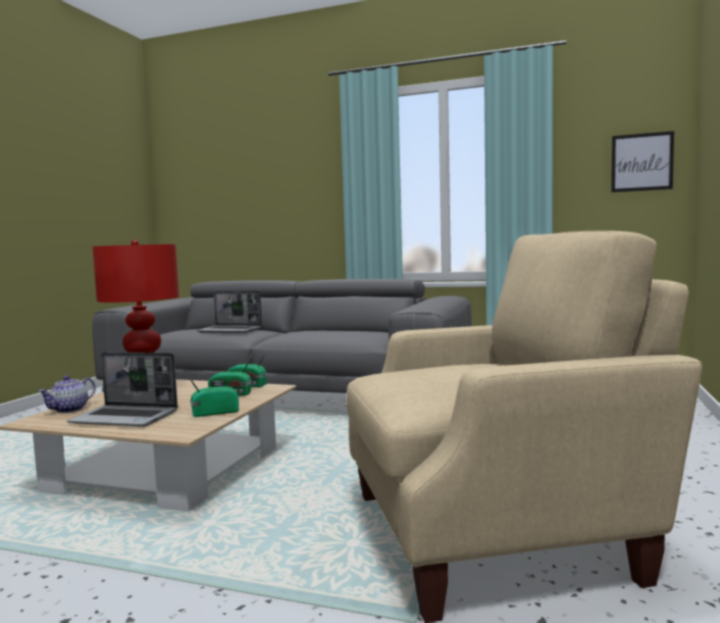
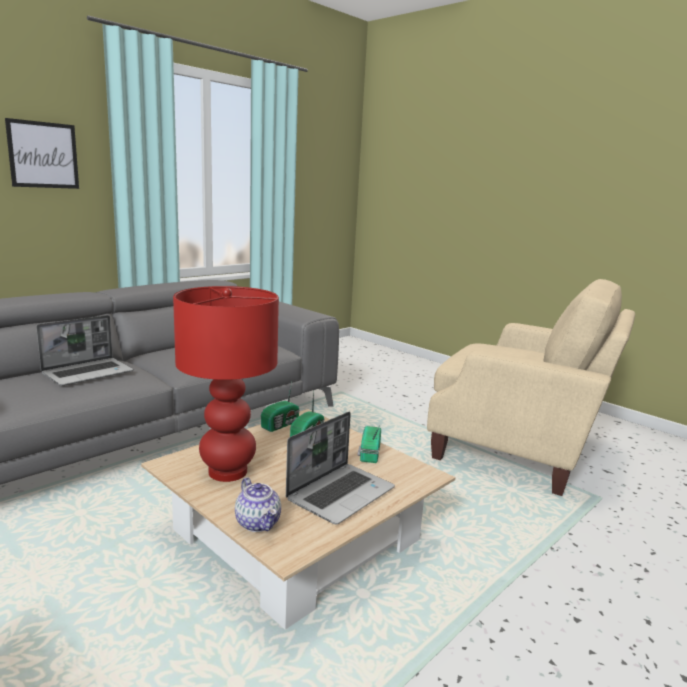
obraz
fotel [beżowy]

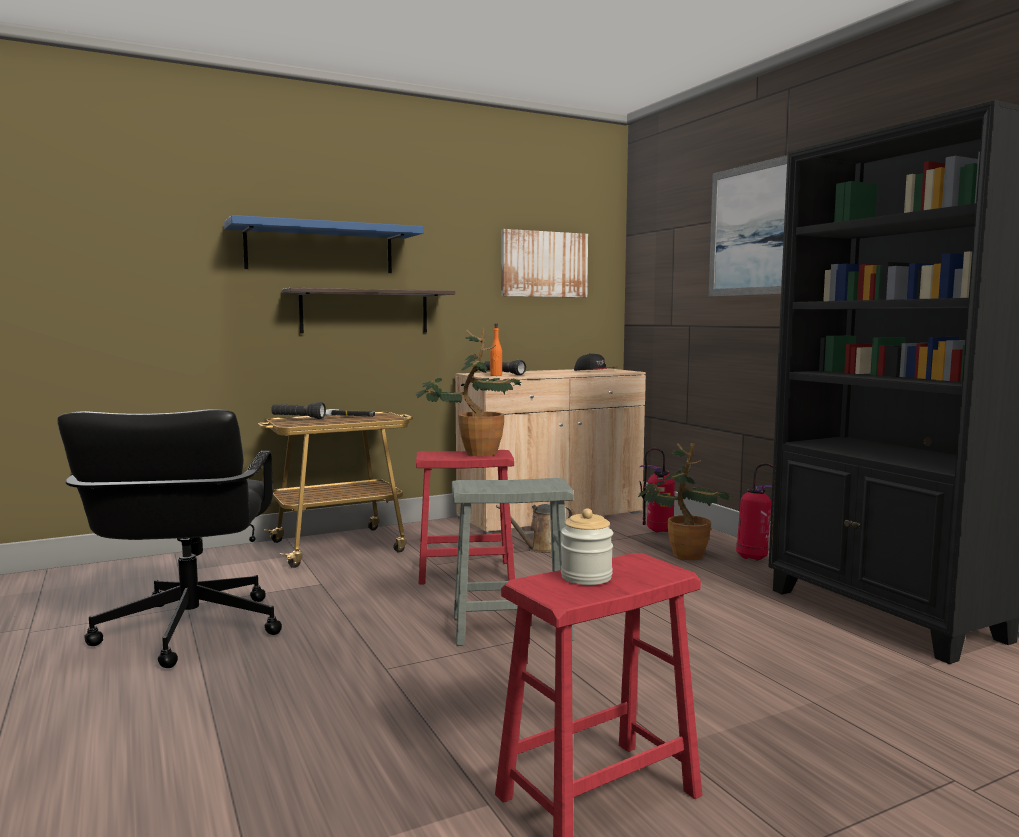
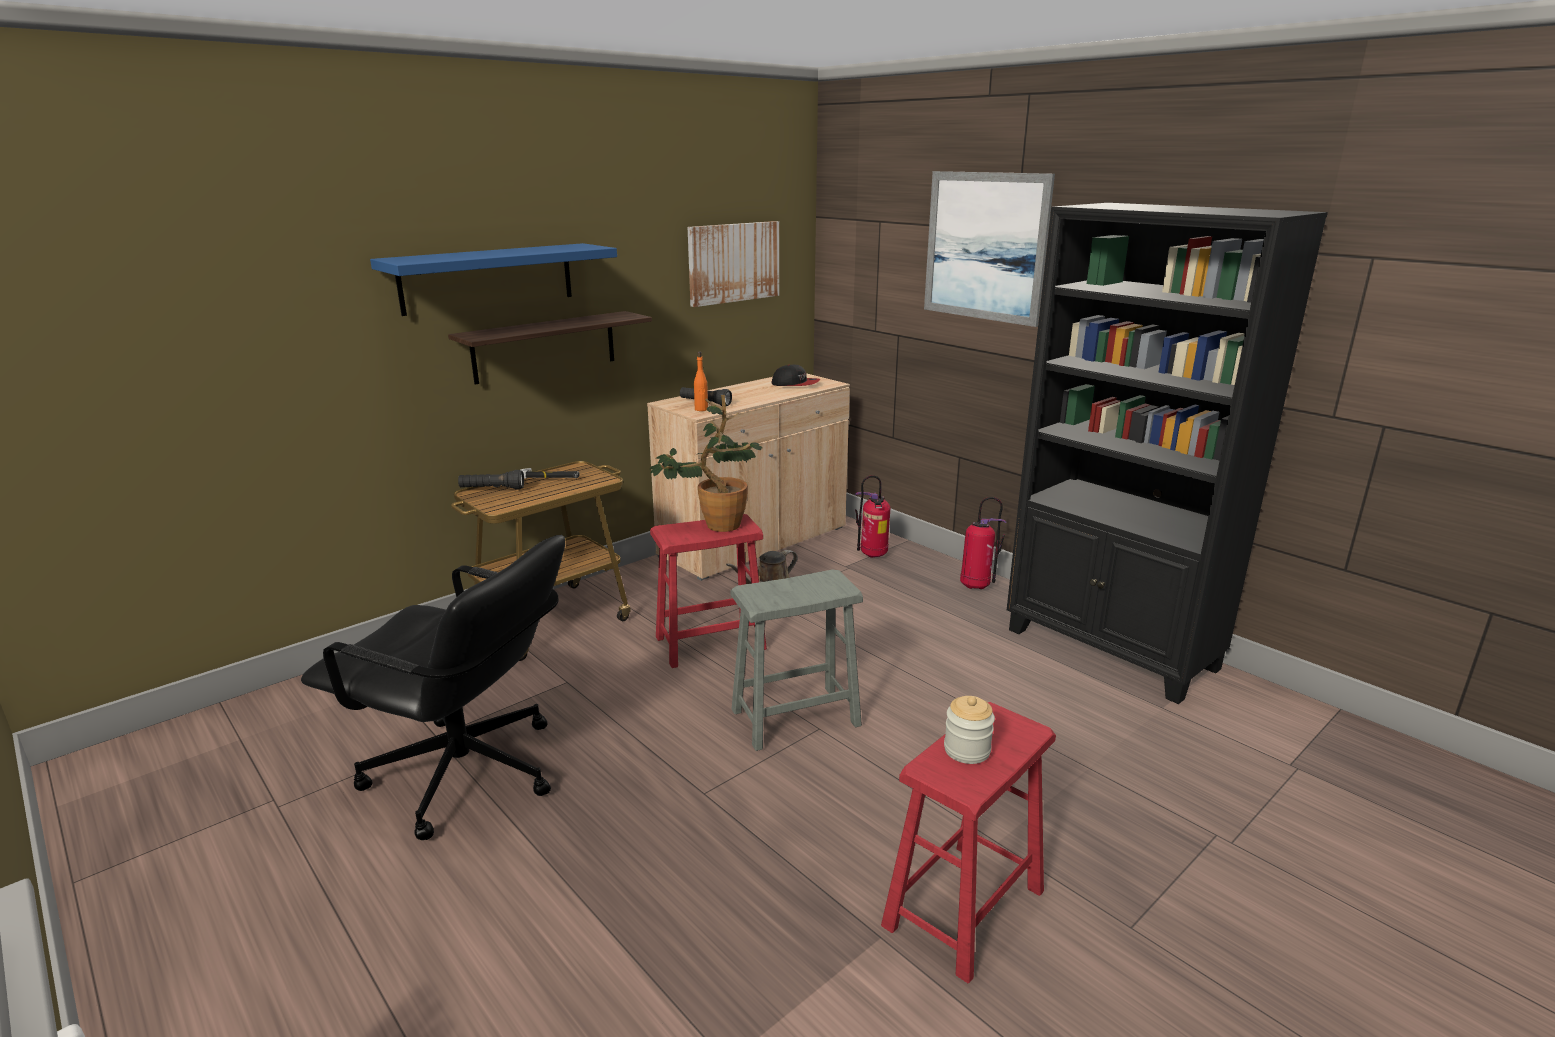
krzesło biurowe [czarny]
roślina doniczkowa (2nd from left in the first image)

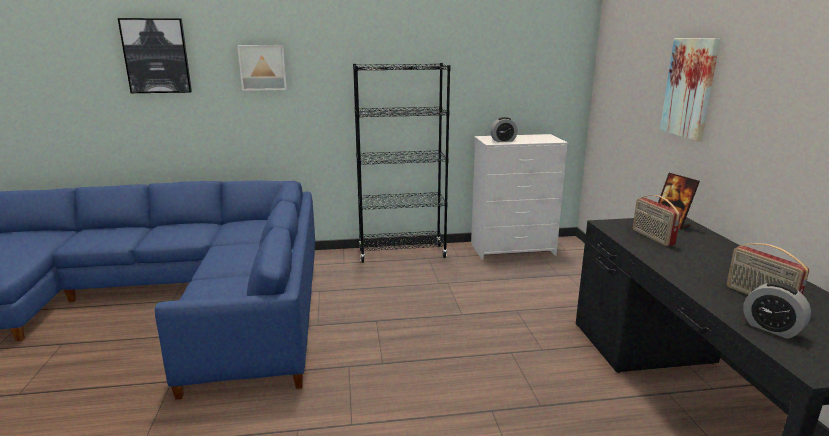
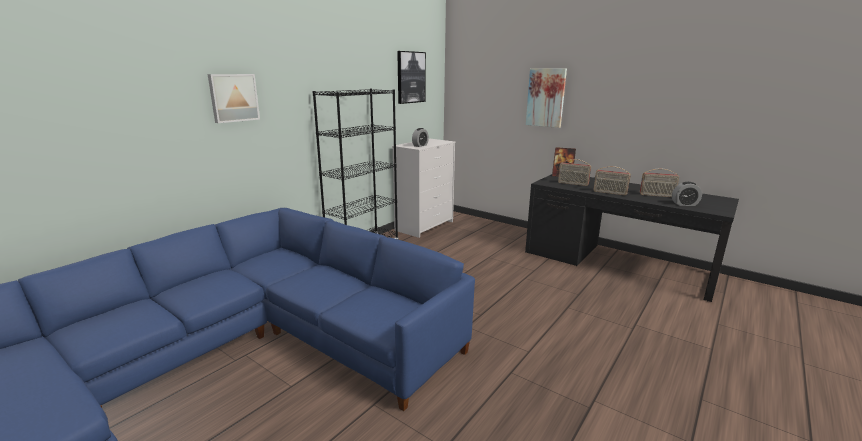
obraz (2nd from left)
radio (2nd from left)

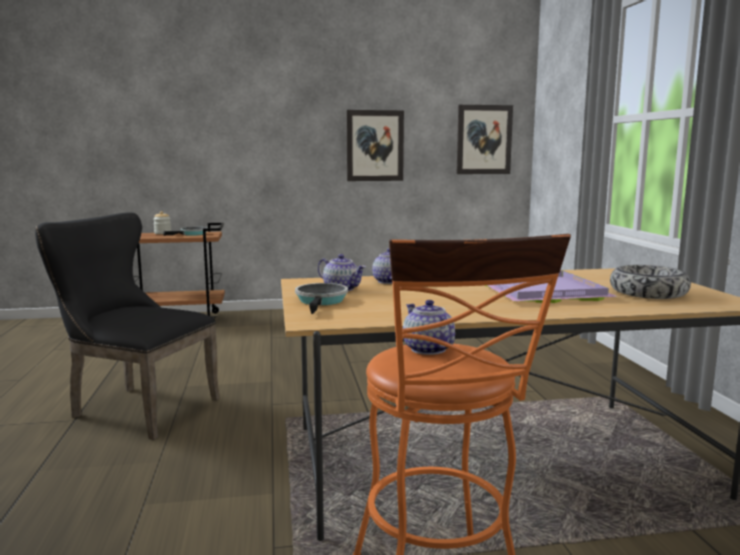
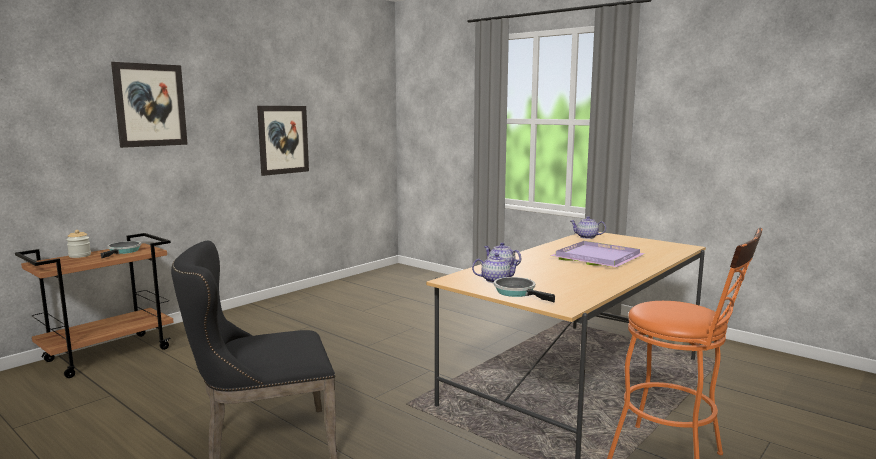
obraz (1st from left)
imbryk (3rd from left)
miska

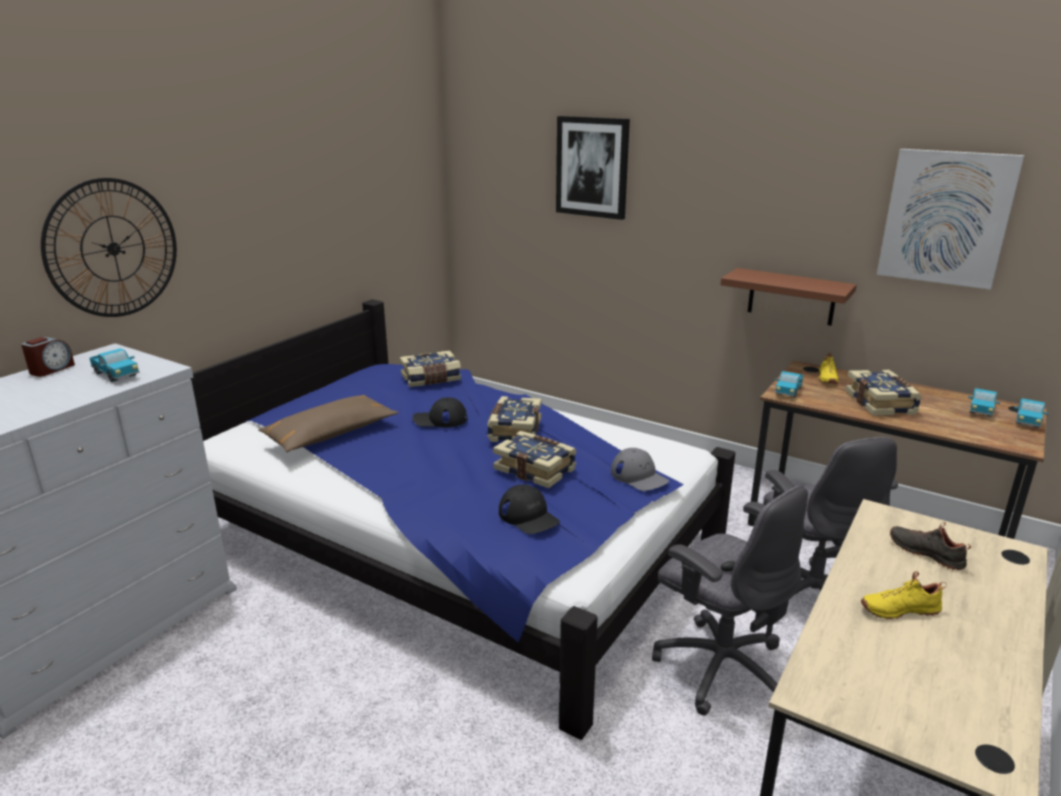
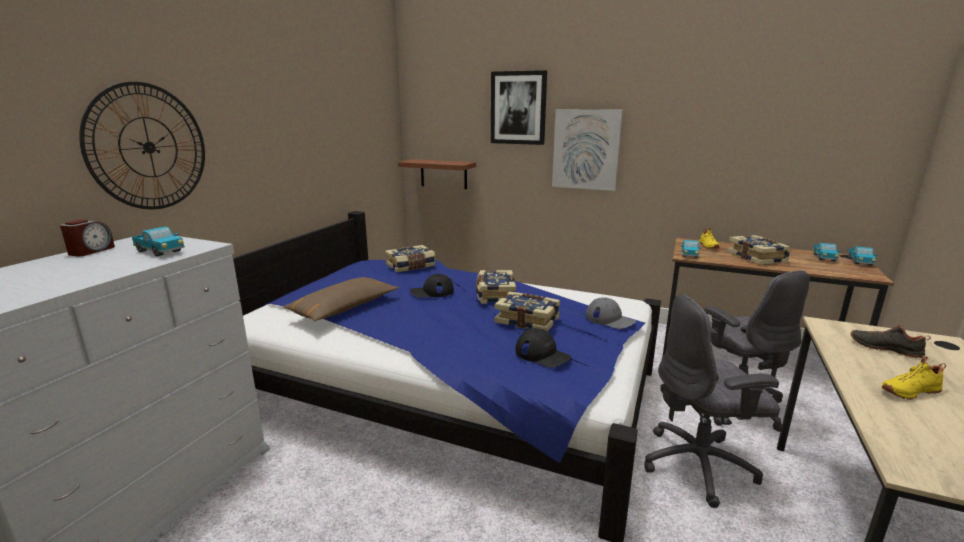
półka [brązowy]
obraz (2nd from left)
krzesło biurowe [szary] (1st from left)

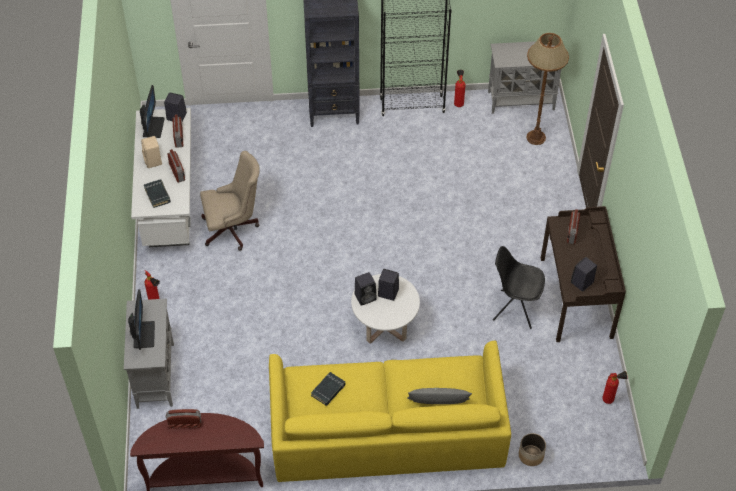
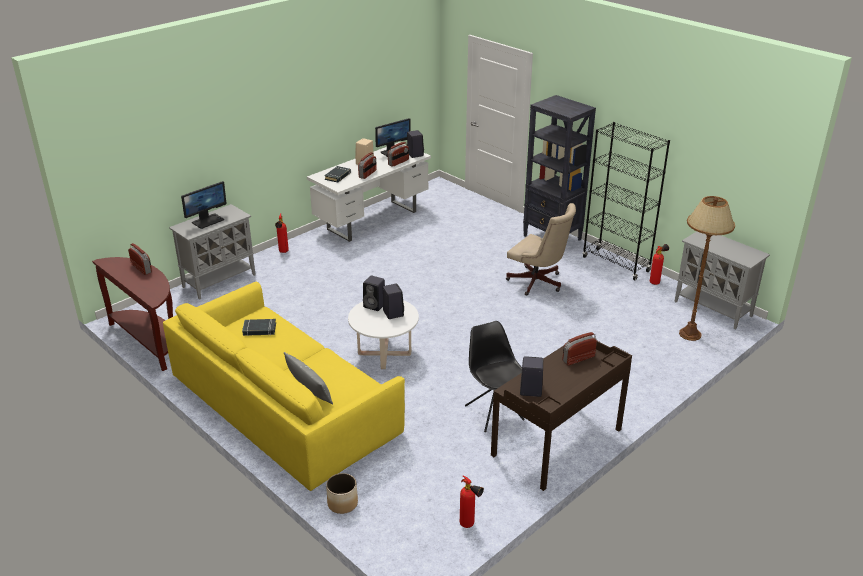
krzesło biurowe [beżowy]

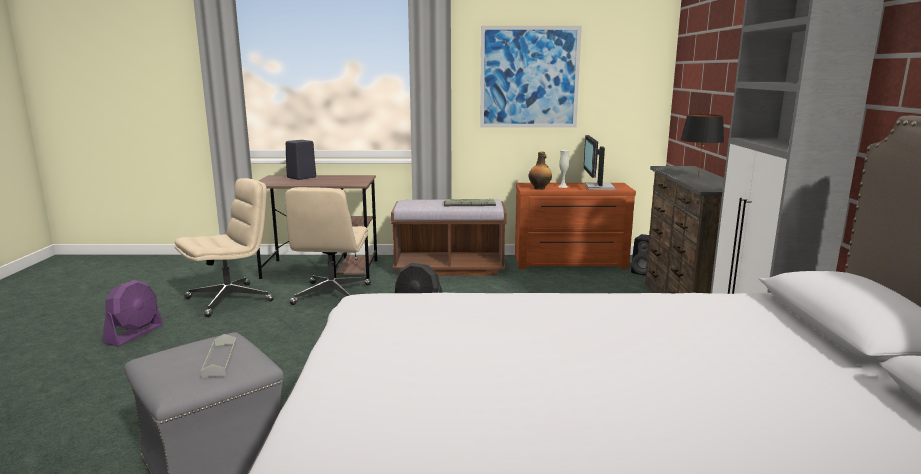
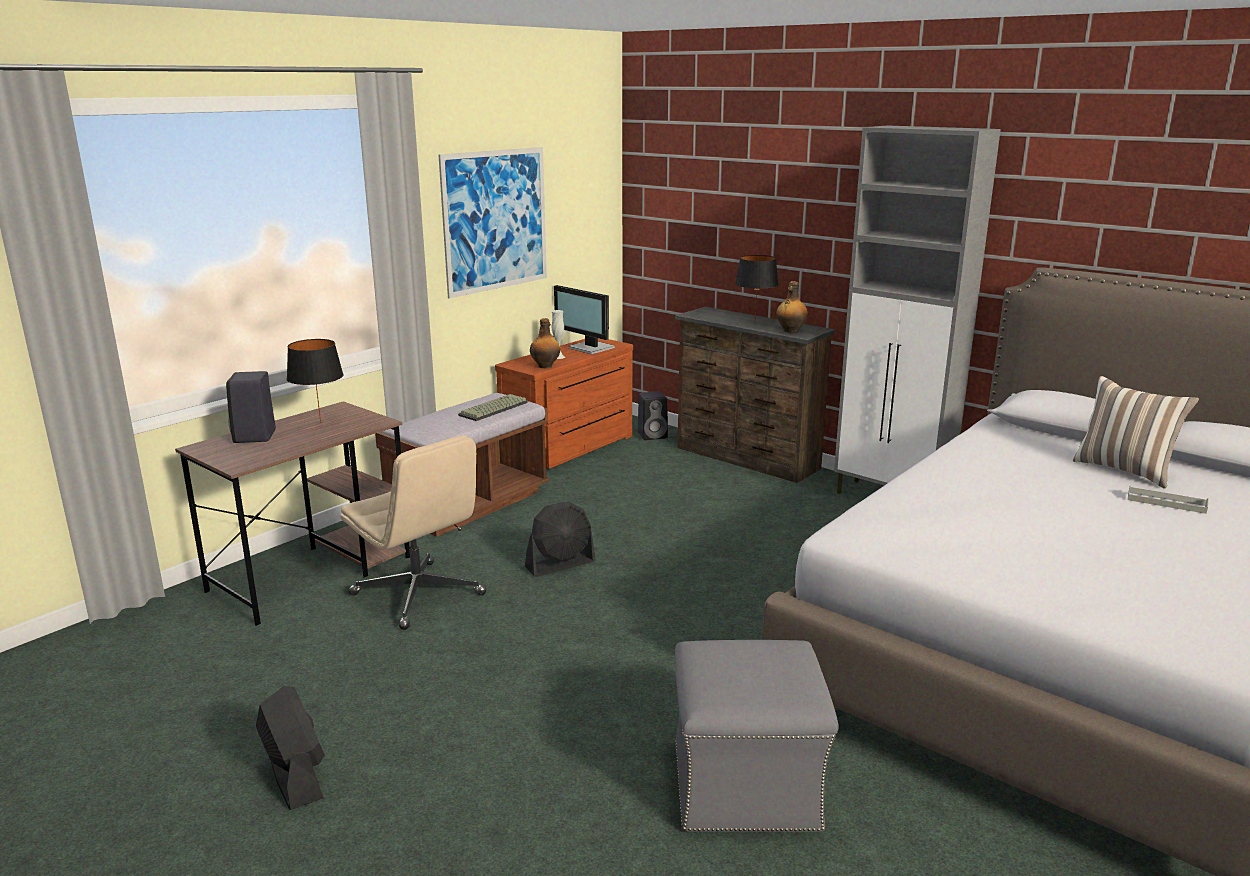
wentylator [czarny] (1st from left)
lampa stołowa [czarny] (1st from left)
butelka (2nd from left)
poduszka
taca [szary]
krzesło biurowe [beżowy] (1st from left in the first image)

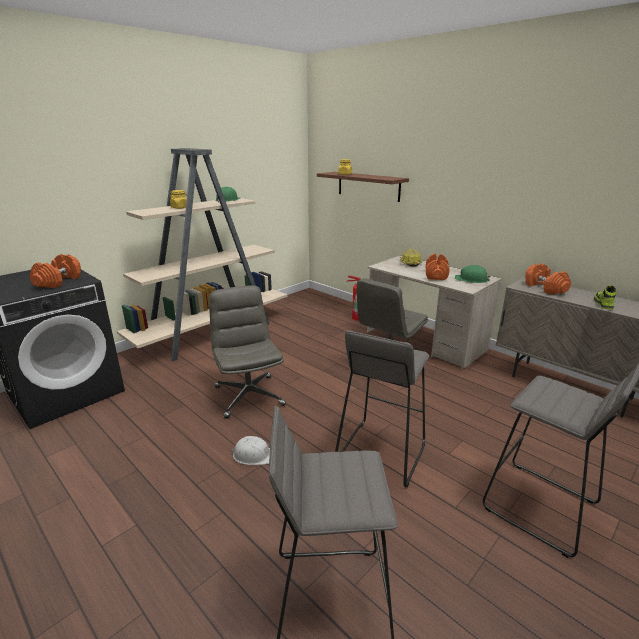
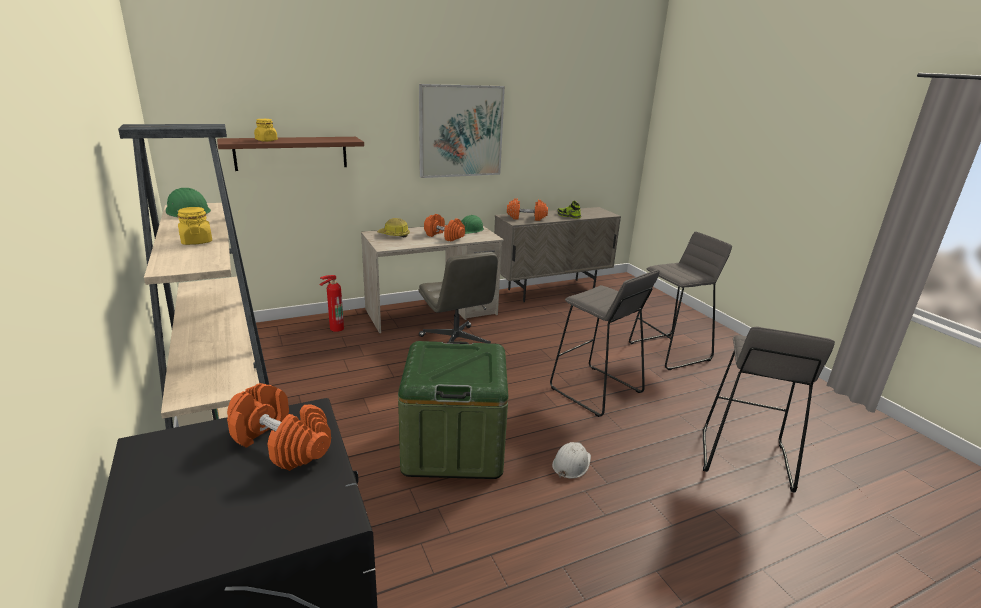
pojemnik do przechowywania [zielony]
obraz

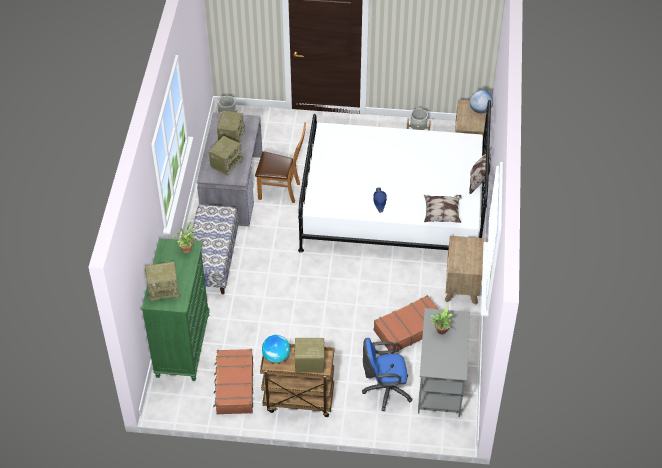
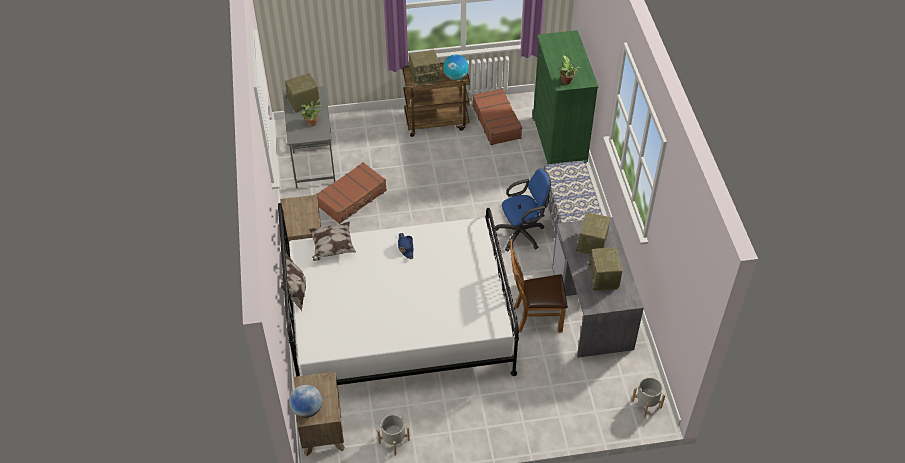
radio (1st from left)
krzesło biurowe [niebieski]

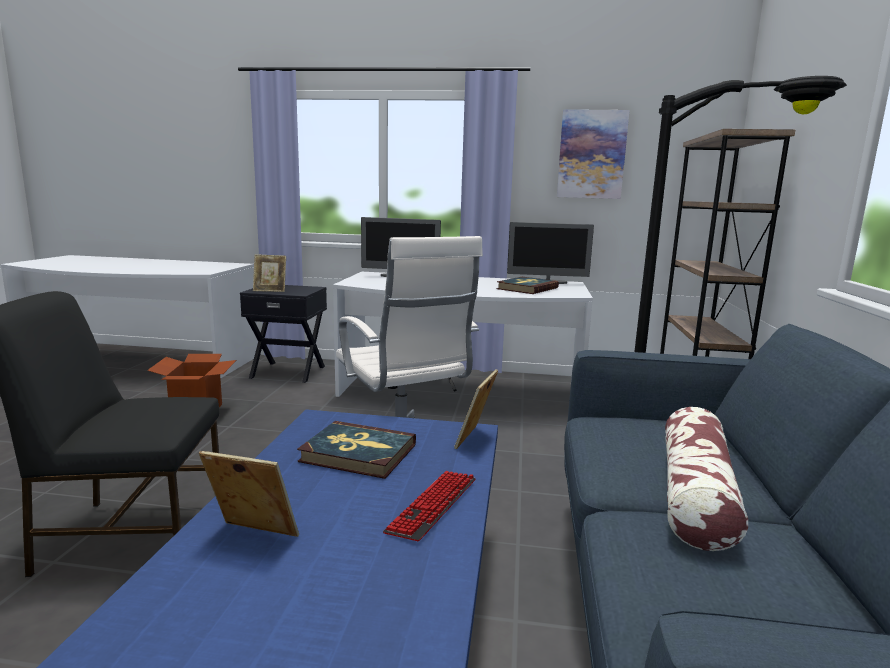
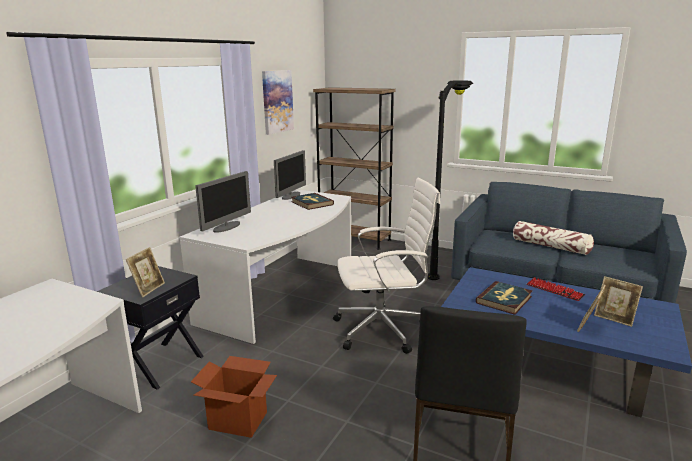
ramka na zdjęcie (3rd from left)

